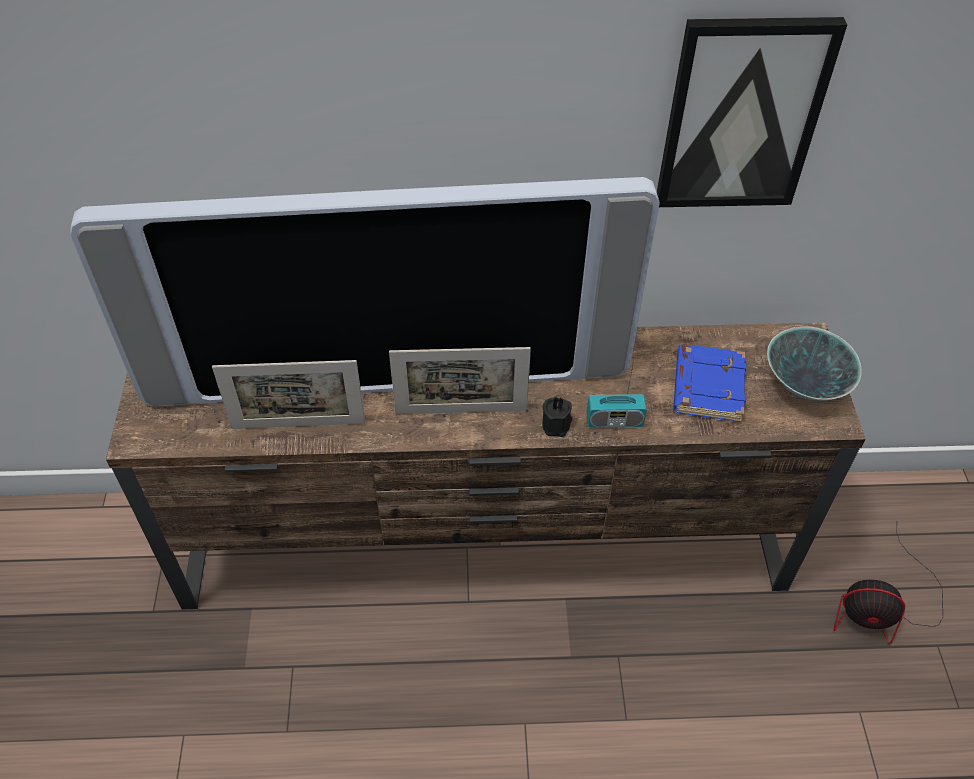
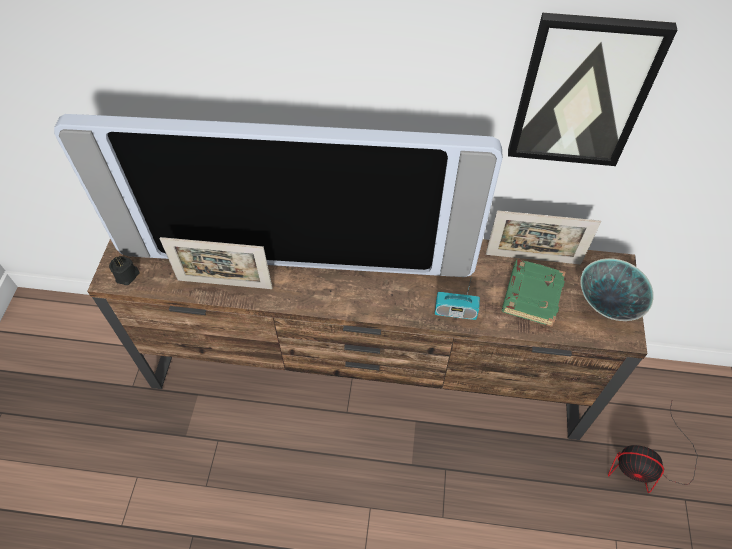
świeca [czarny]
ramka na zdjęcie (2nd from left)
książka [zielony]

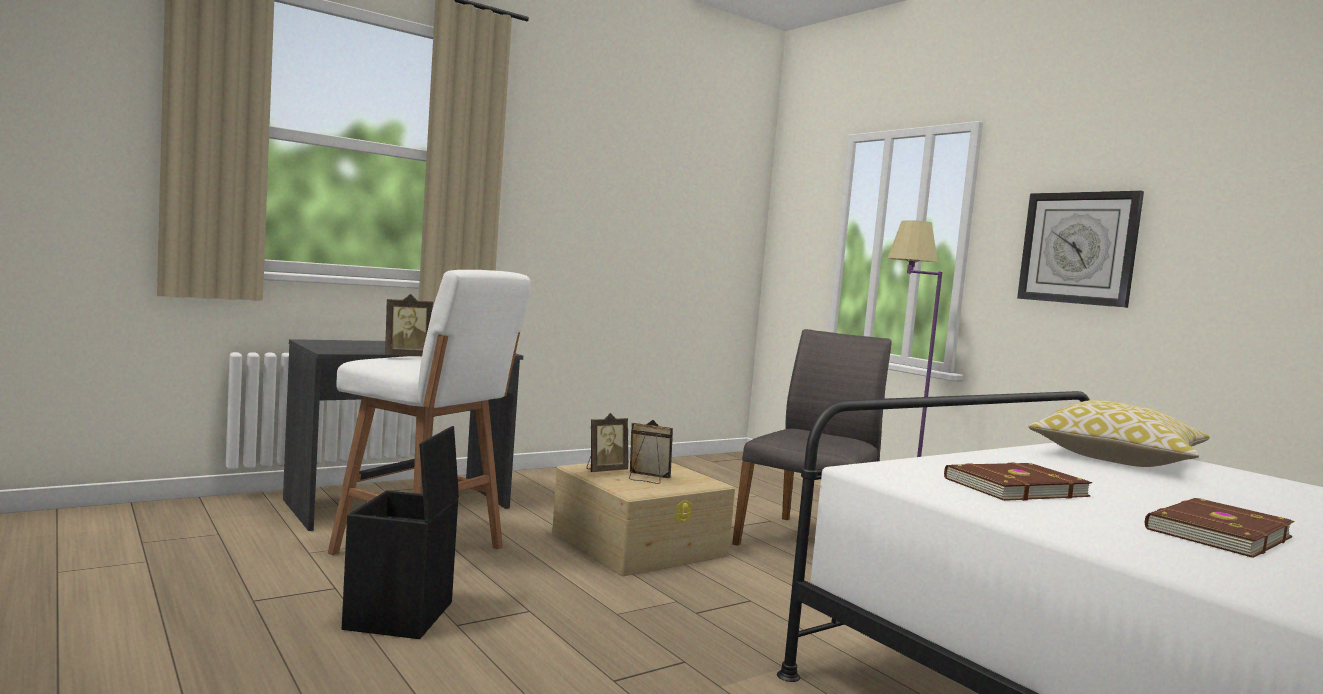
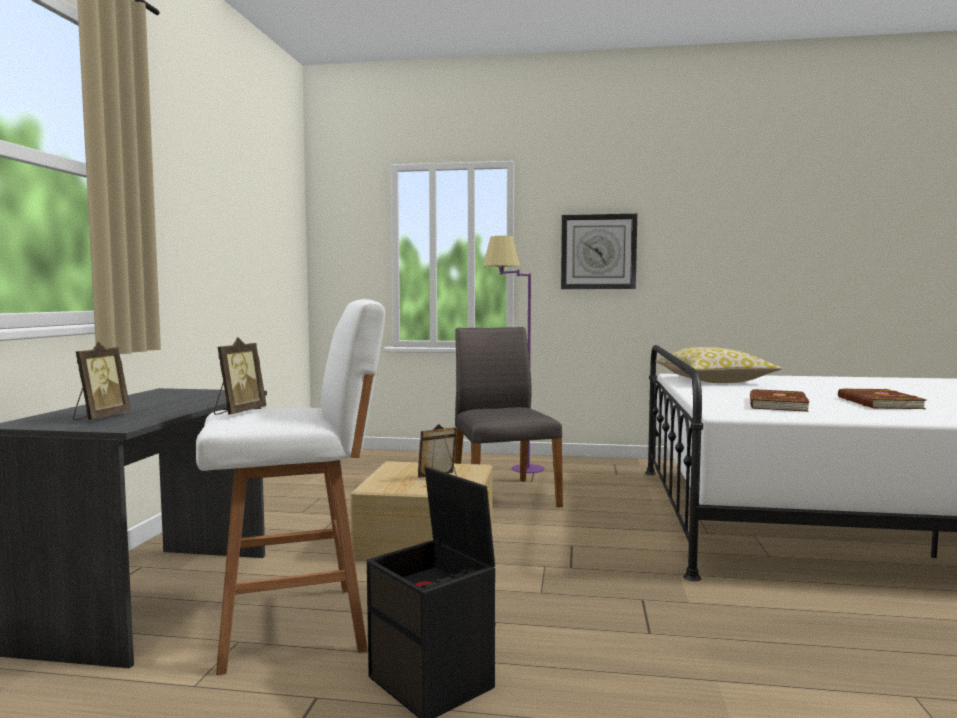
ramka na zdjęcie (1st from left)

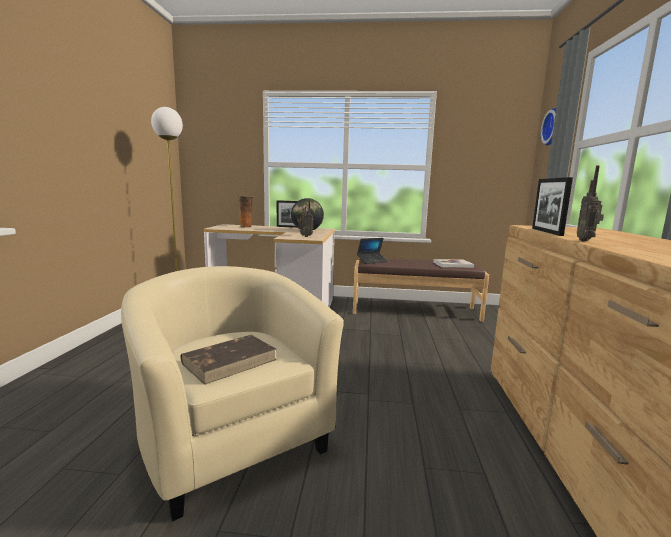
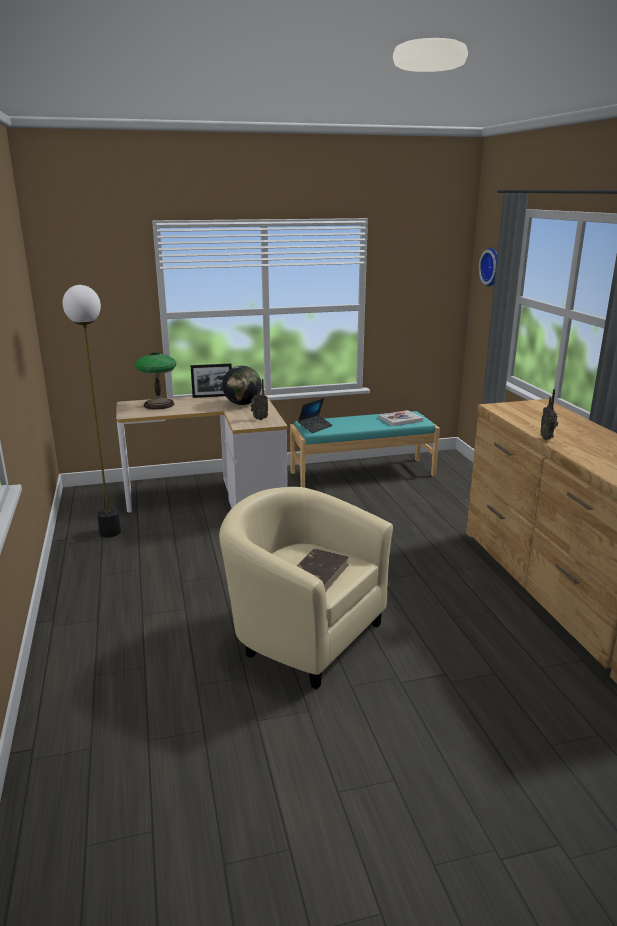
lampa stołowa
ławka [turkusowy]
ramka na zdjęcie (2nd from left in the first image)

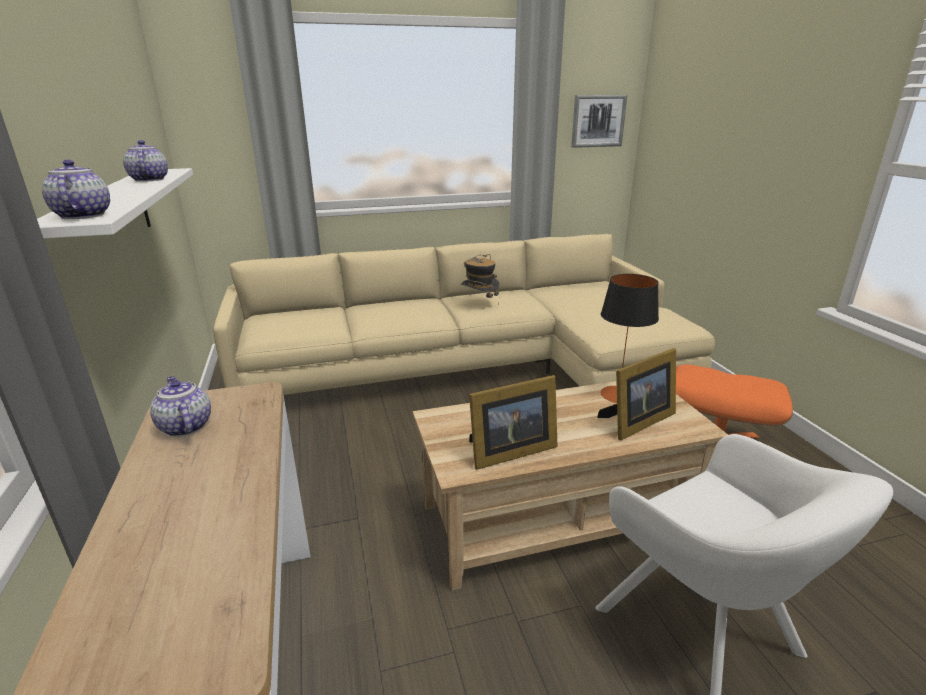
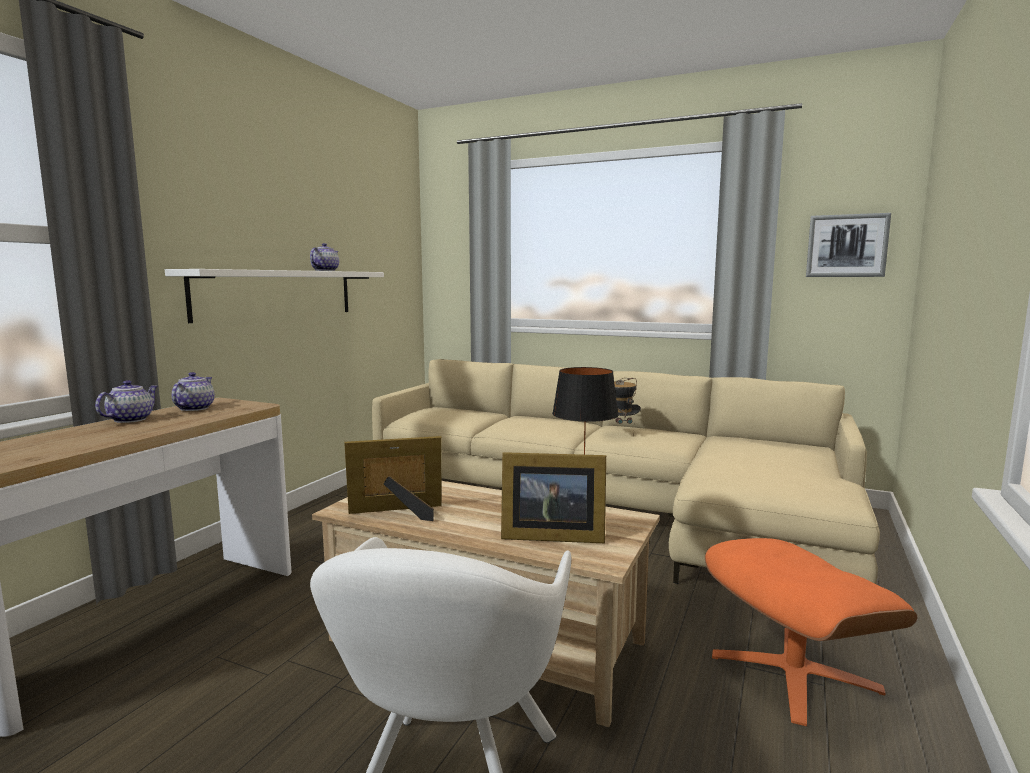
imbryk (1st from left)
ramka na zdjęcie (1st from left)

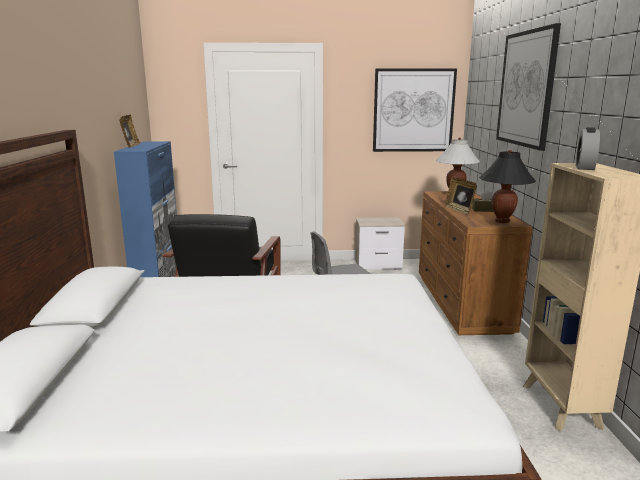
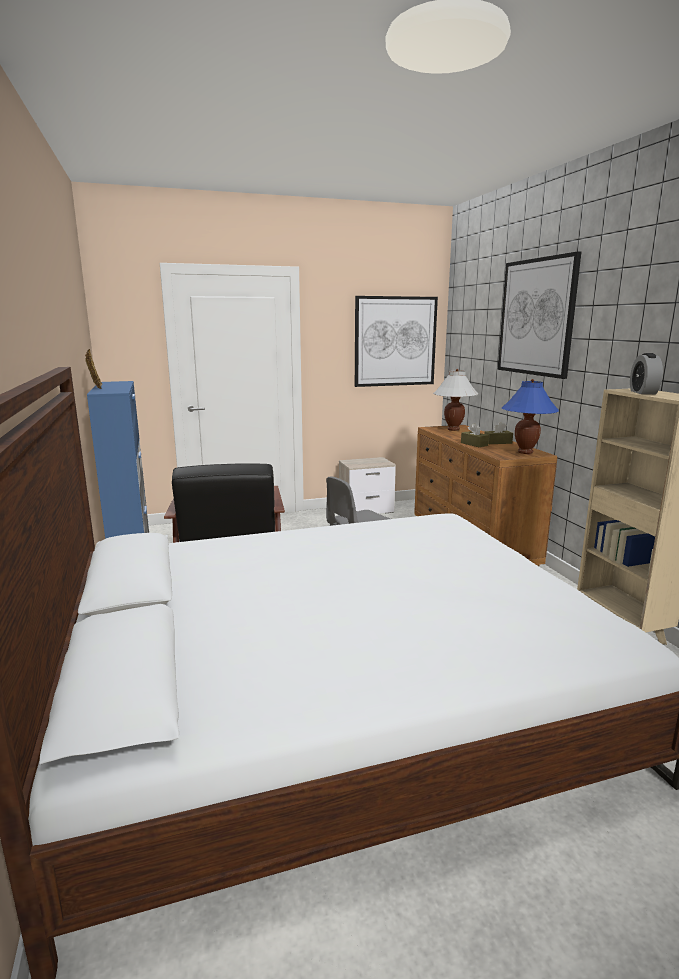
pudełko chusteczek [brązowy] (1st from left)
lampa stołowa [niebieski]

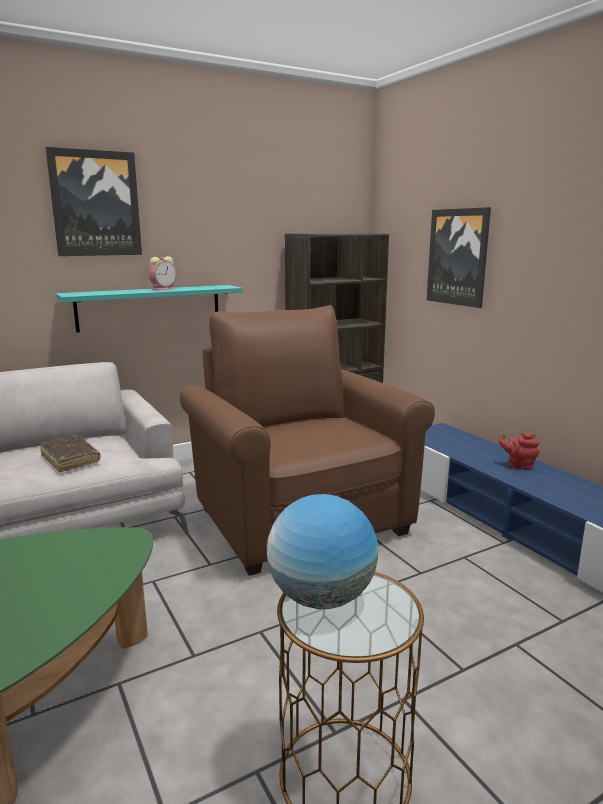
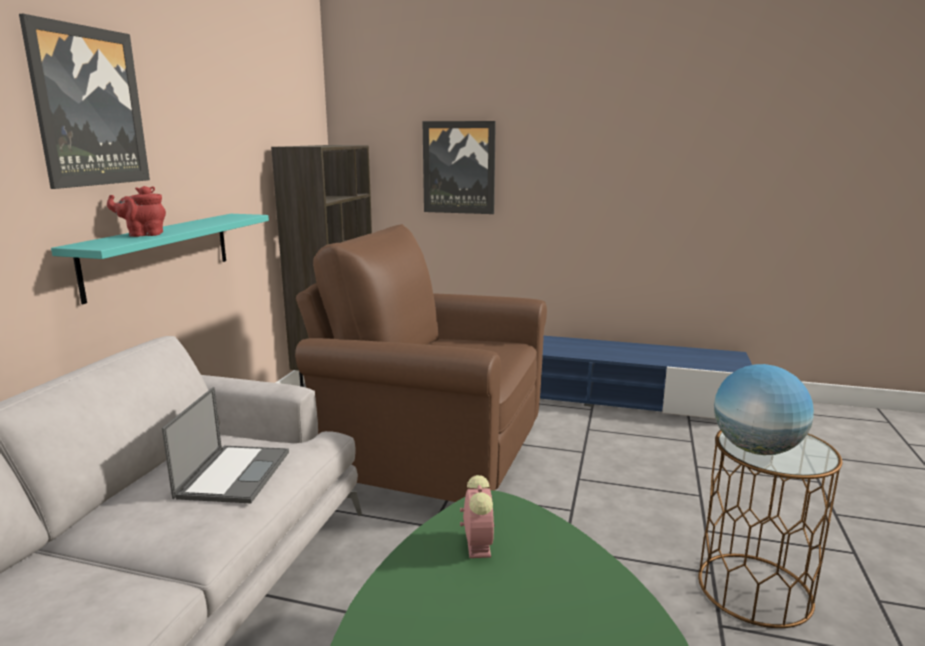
imbryk [czerwony]
laptop
budzik

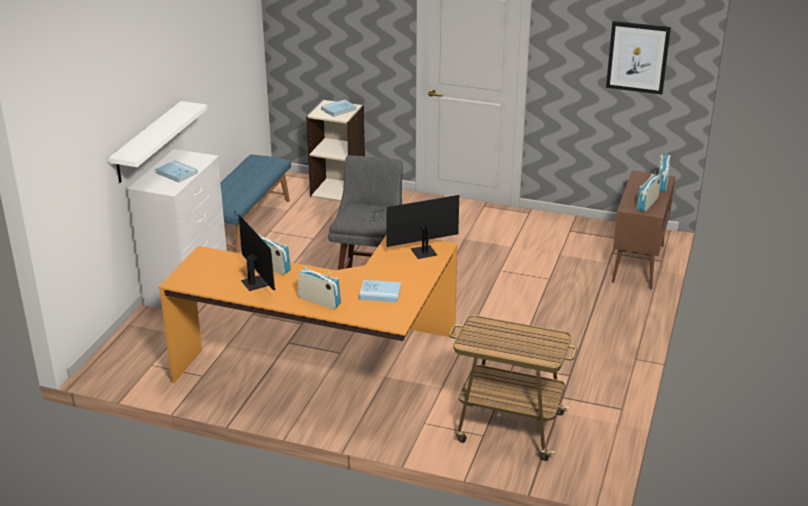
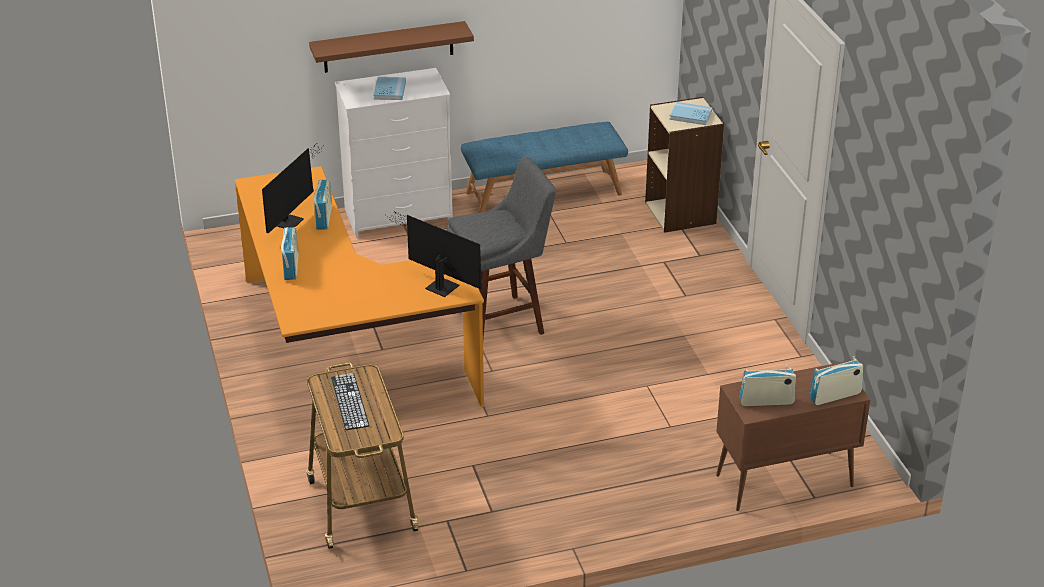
półka [brązowy]
klawiatura
książka [niebieski] (3rd from left in the first image)
obraz

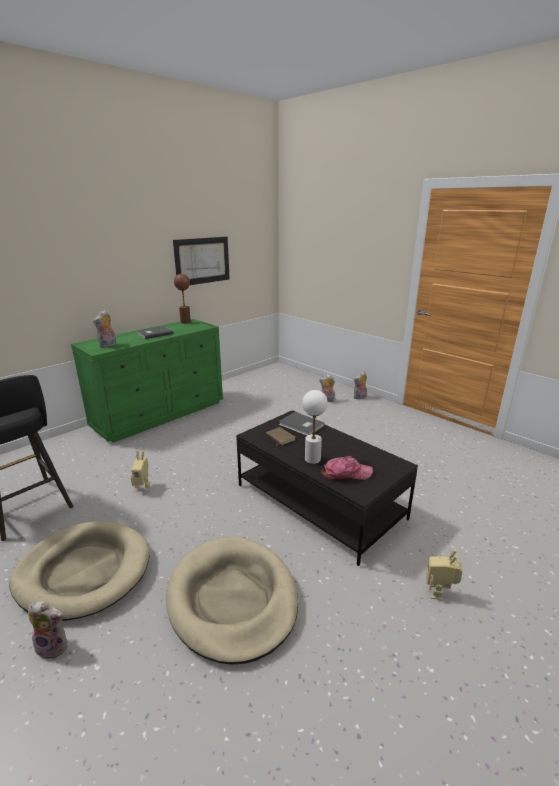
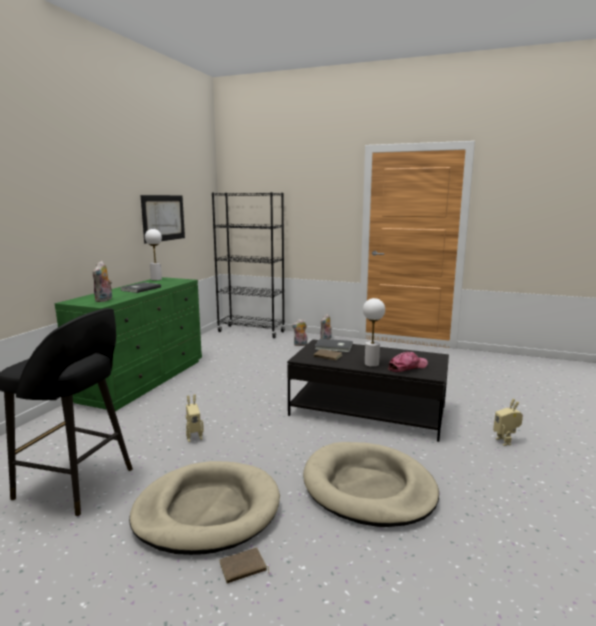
lampa stołowa [biały] (1st from left)
regał [czarny]
książka [brązowy] (1st from left)

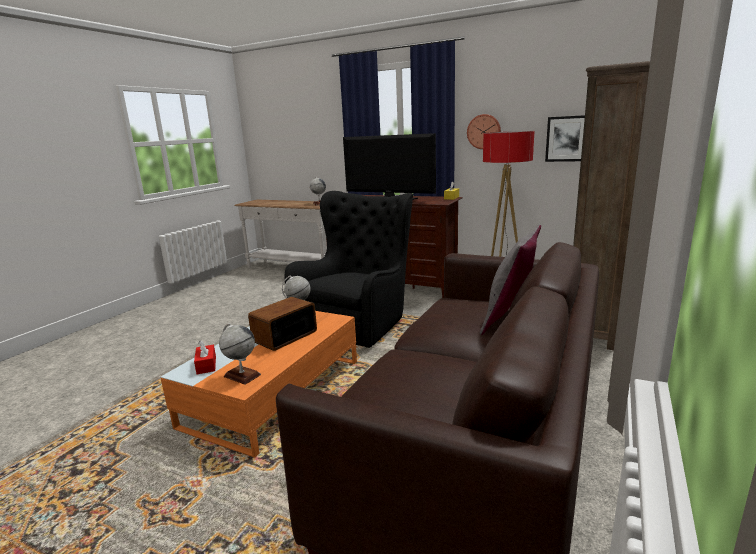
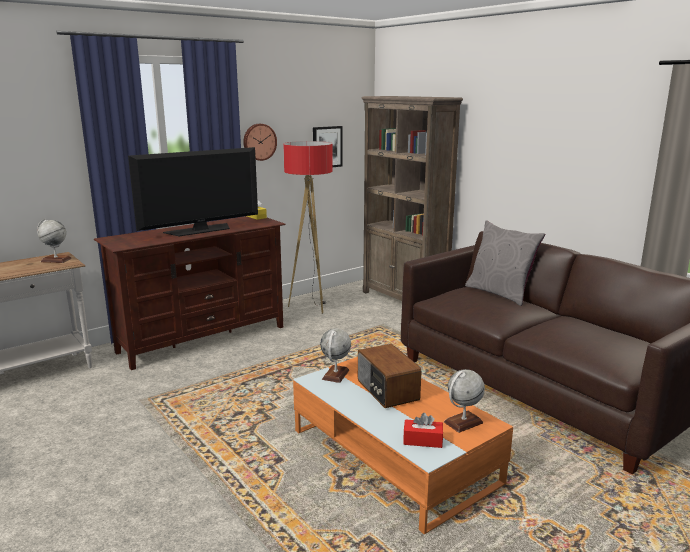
fotel [czarny]

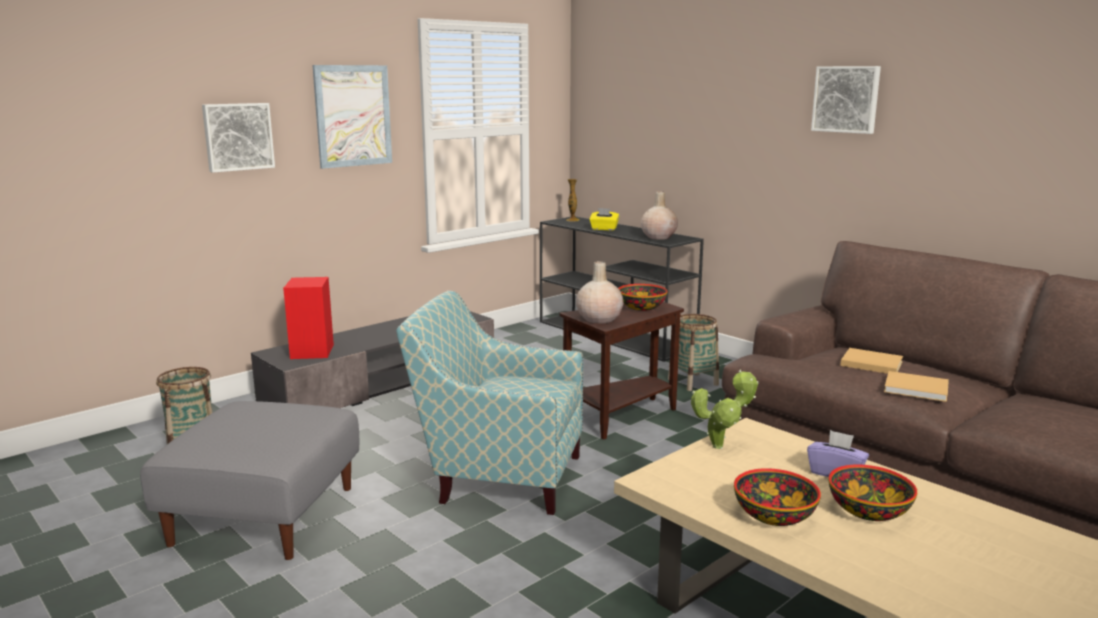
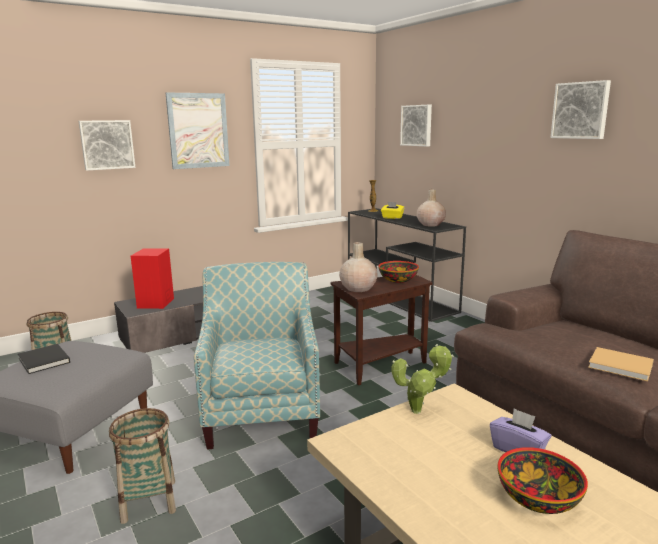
książka [czarny]
koszyk (2nd from left)
fotel
obraz (3rd from left)
miska (2nd from left in the first image)
książka [beżowy] (1st from left in the first image)

